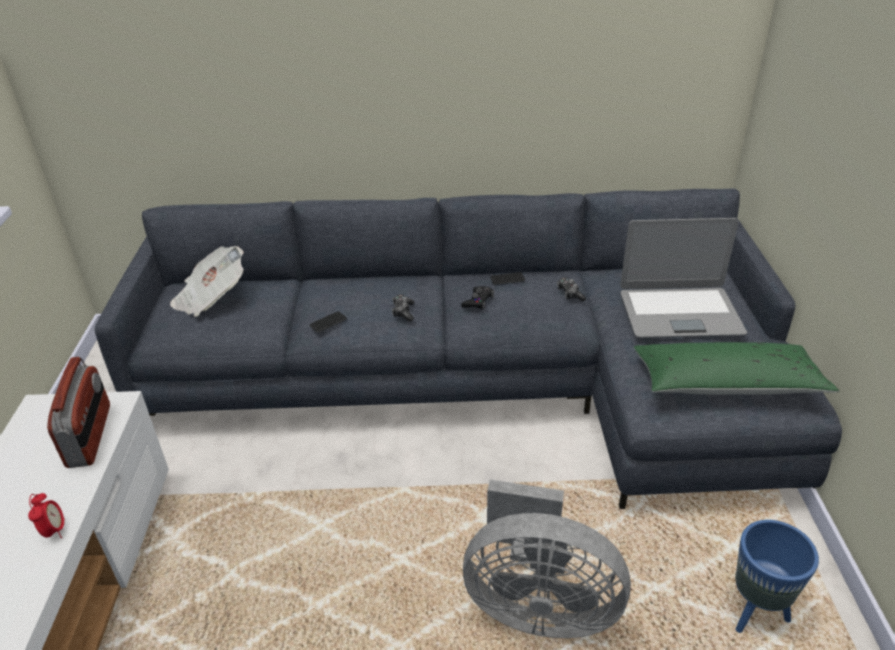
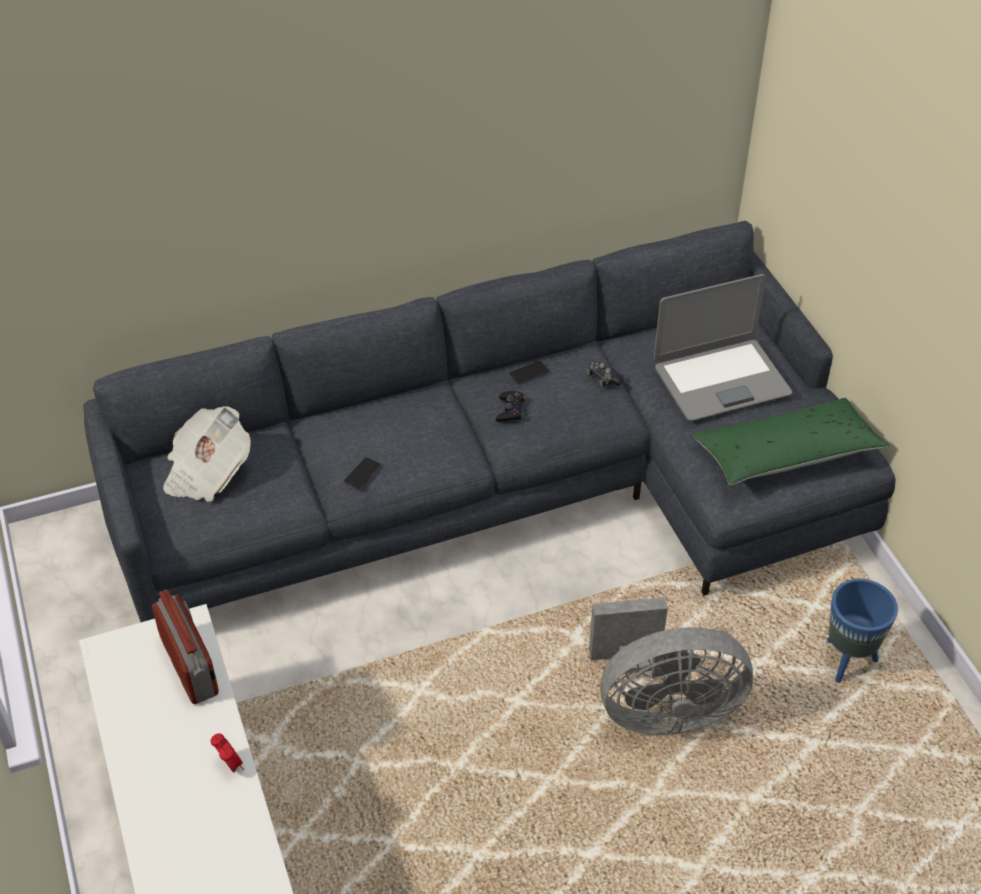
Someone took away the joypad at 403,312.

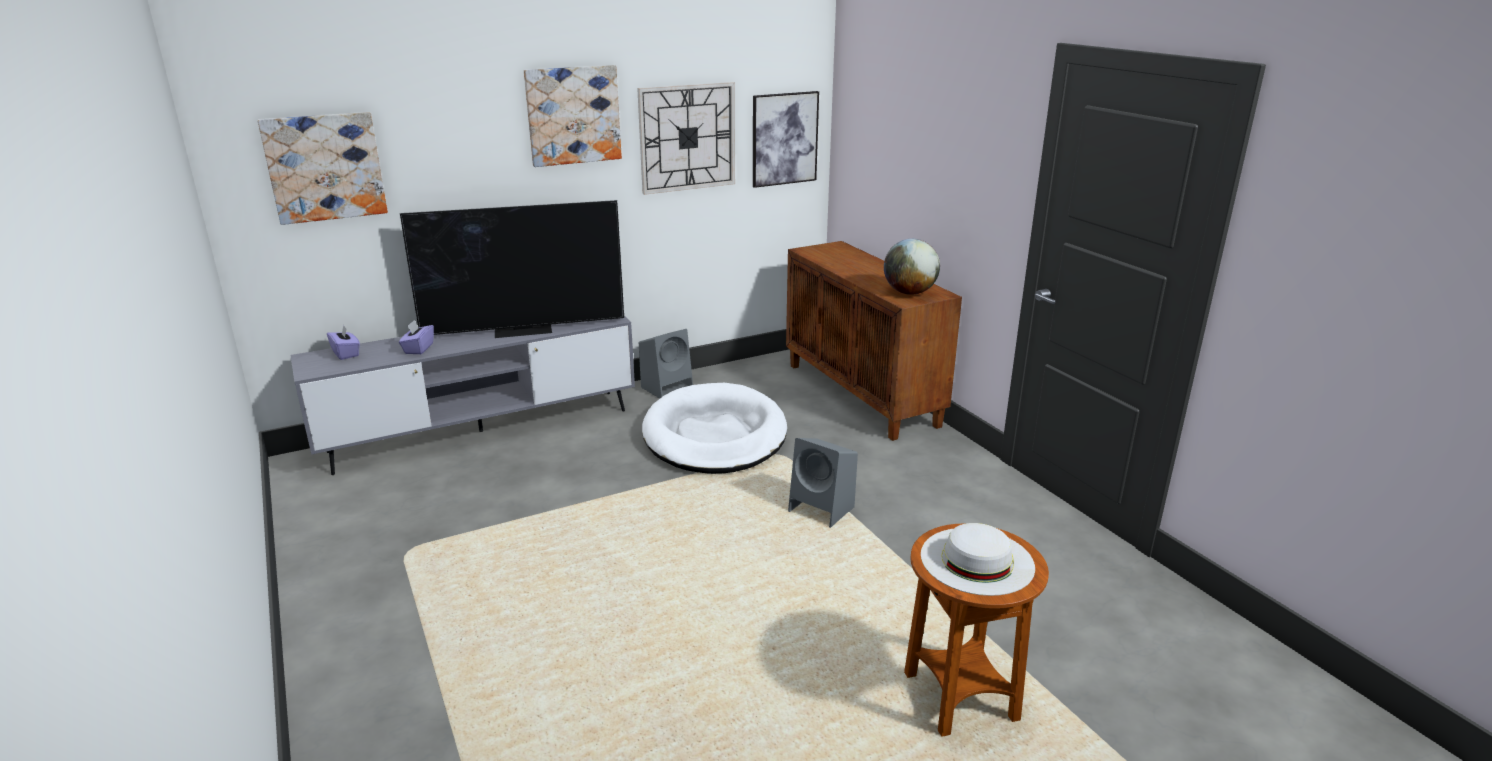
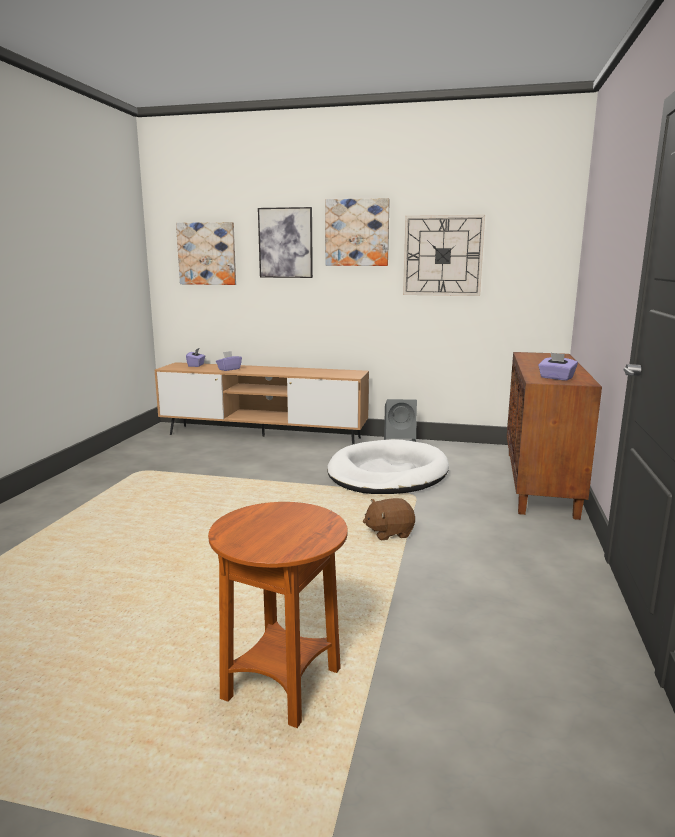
Someone carried the wall art from 784,139 to 285,243.
Someone took away the TV set at 524,329.
Someone swapped the globe at 909,292 for the tissue holder (purple) at 556,378.
Someone repainted the tv stand (greyish) at 481,431, which became the tv stand (brown-coloured) at 263,436.
Someone swapped the loudspeaker (greyish) at 823,510 for the soft toy (brown-coloured) at 389,533.
Someone took away the clothing hat (whitish) at 977,560.

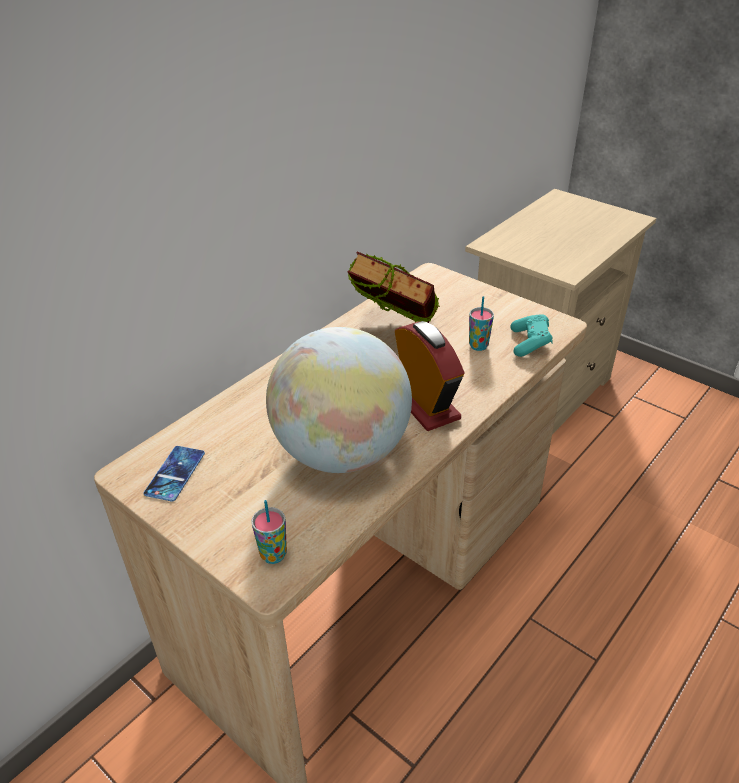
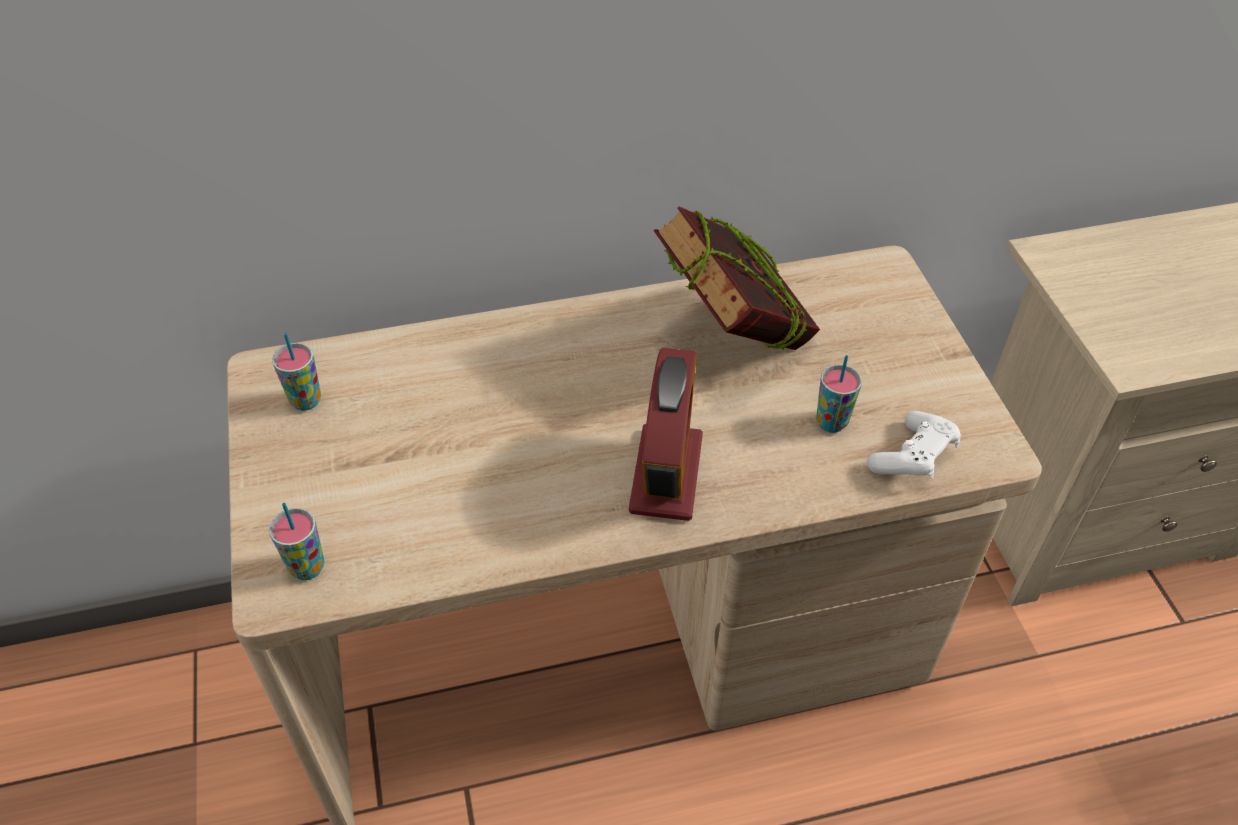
Someone repainted the joypad (turquoise-coloured) at 530,343, which became the joypad (whitish) at 913,458.
Someone took away the globe at 341,452.
Someone swapped the telephone at 175,473 for the drinking cup at 306,401.

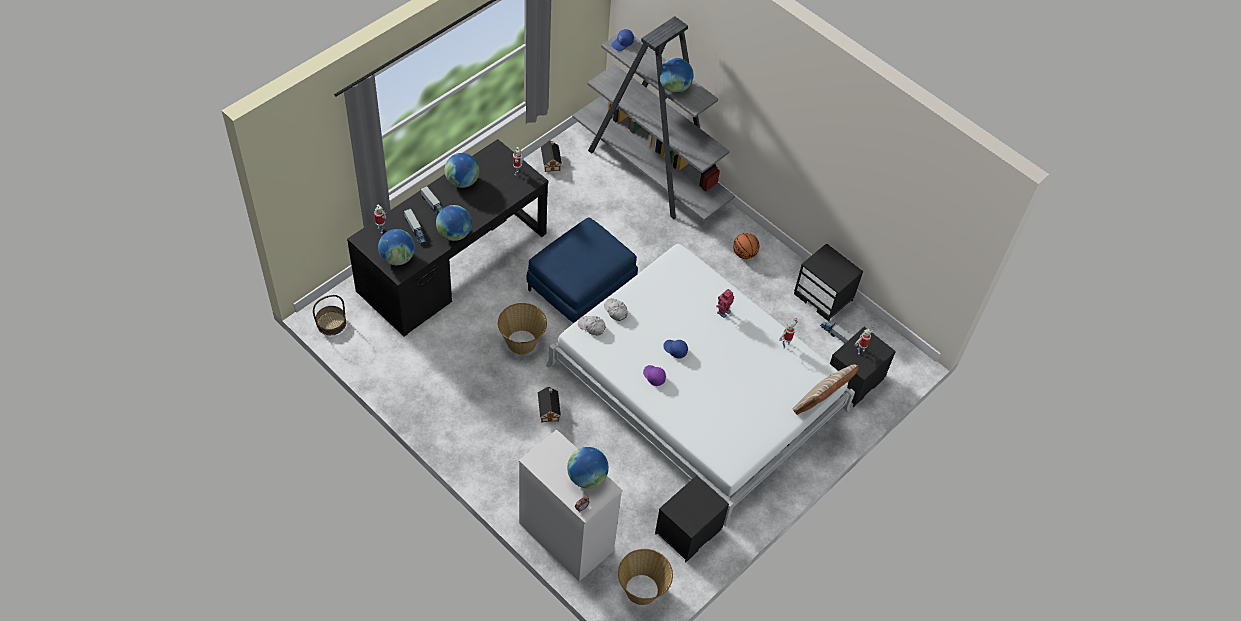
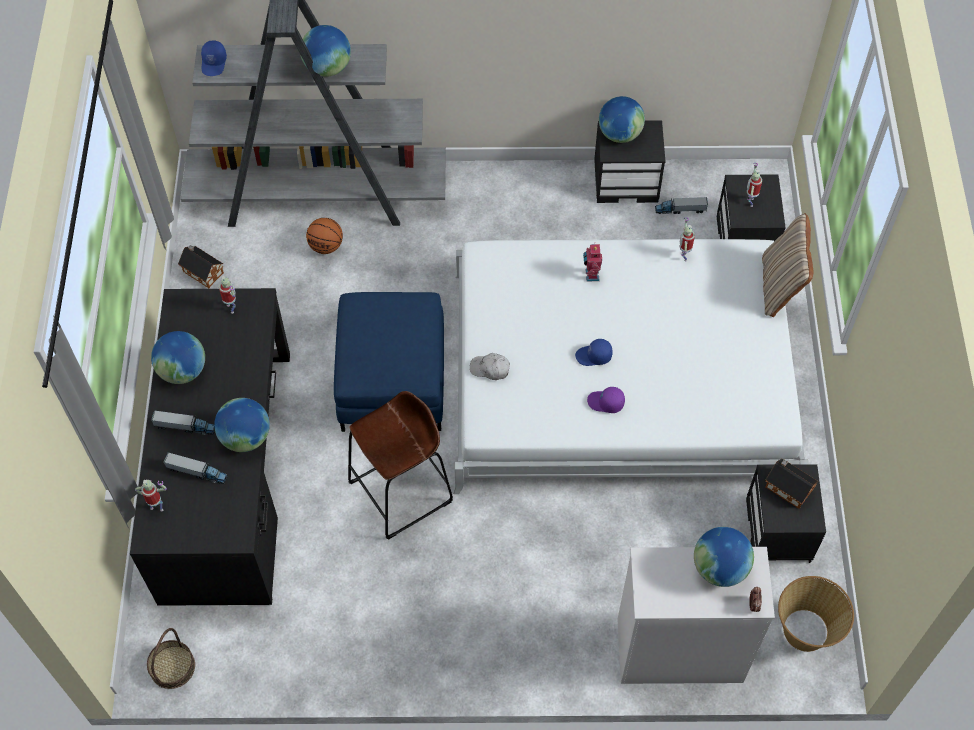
Someone carried the globe from 397,258 to 619,134.
Someone carried the basketball ball from 744,254 to 326,246.
Someone swapped the basket at 522,342 for the sitting stool (brown-coloured) at 401,492.
Someone took away the peaked cap (whitish) at 591,327.
Someone carried the model house from 549,409 to 787,487.

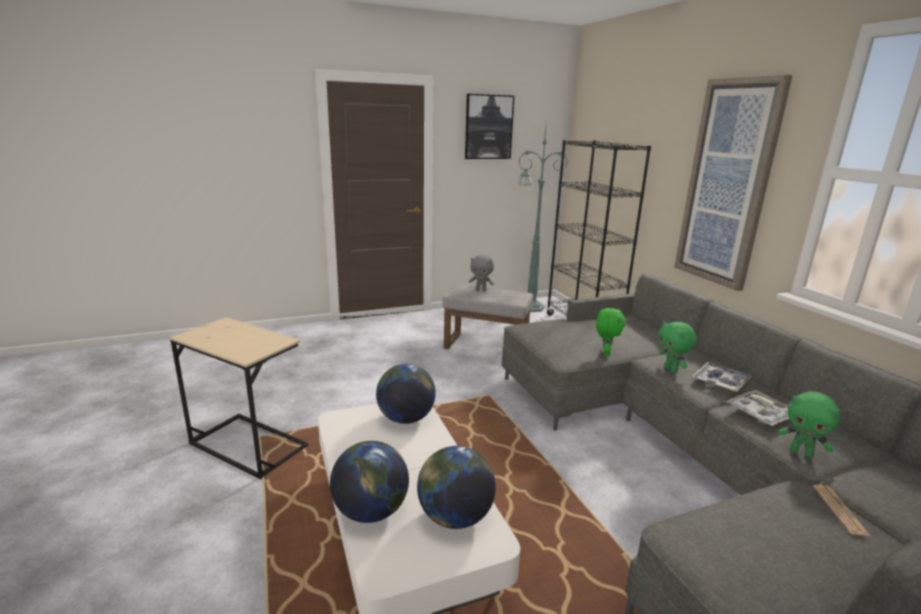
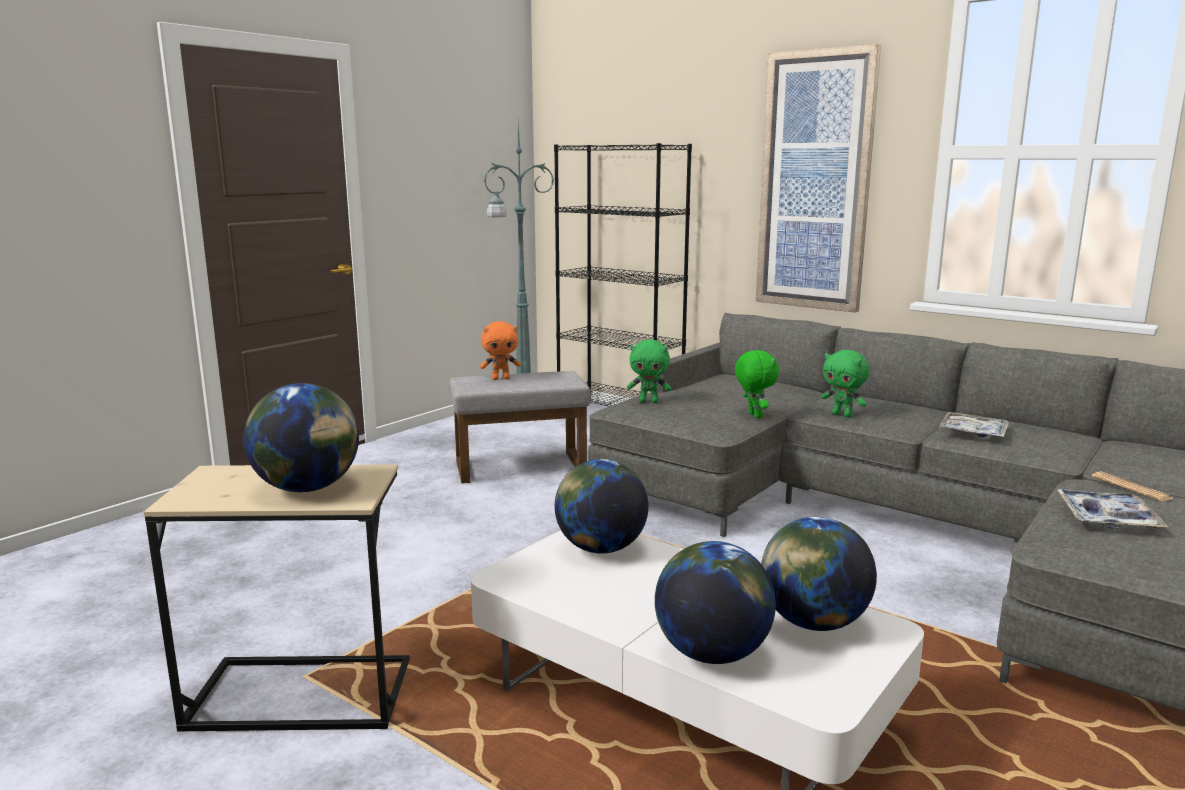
Someone took away the wall art at 488,127.
Someone repainted the soft toy (greyish) at 481,290, which became the soft toy (orange) at 501,379.
Someone carried the tray from 720,382 to 1107,518.
Someone carried the soft toy (green-coloured) from 801,453 to 649,402.
Someone put down the globe at 308,488.

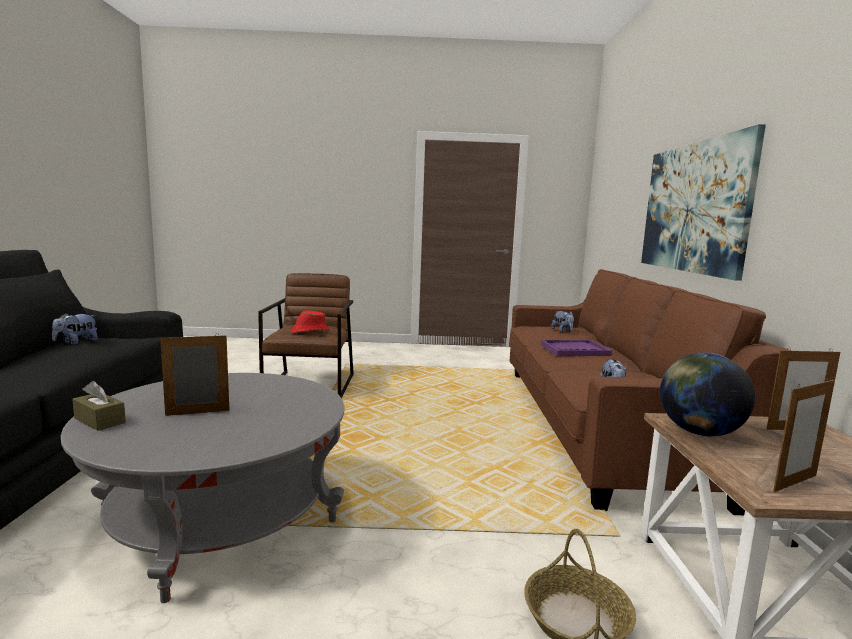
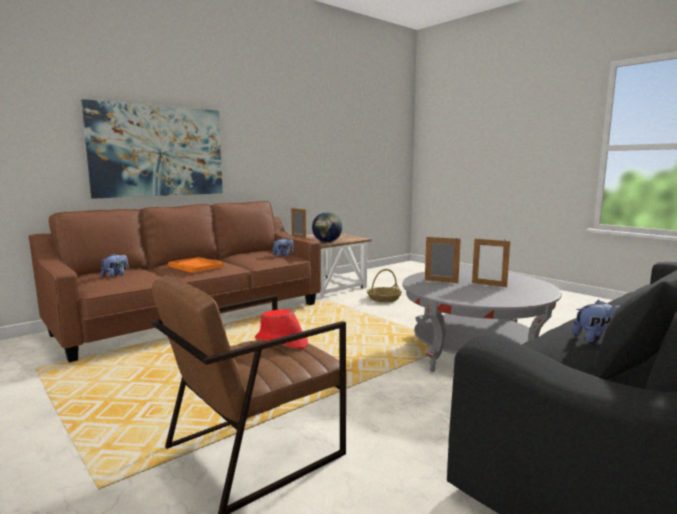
Someone repainted the tray (purple) at 574,350, which became the tray (orange) at 196,266.
Someone carried the picture frame from 795,483 to 441,281.
Someone took away the tissue holder (brown-coloured) at 99,420.

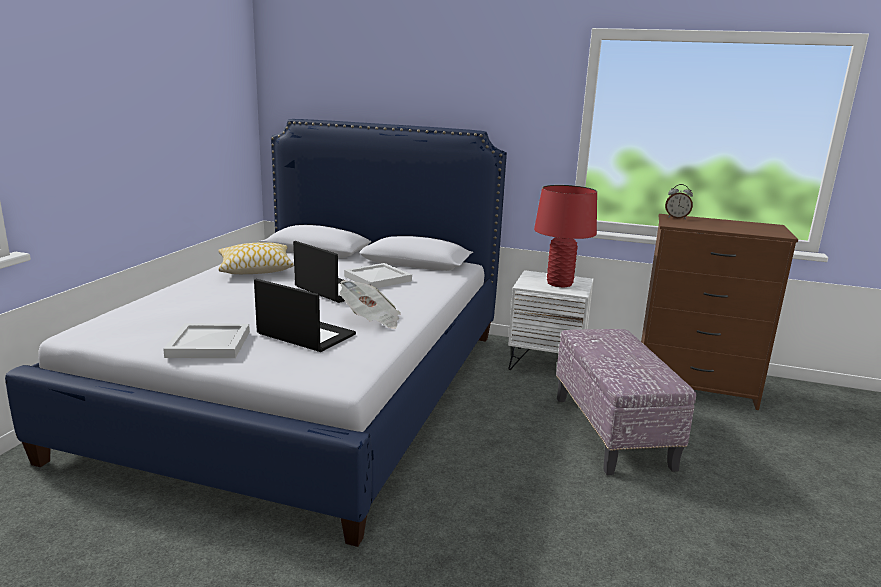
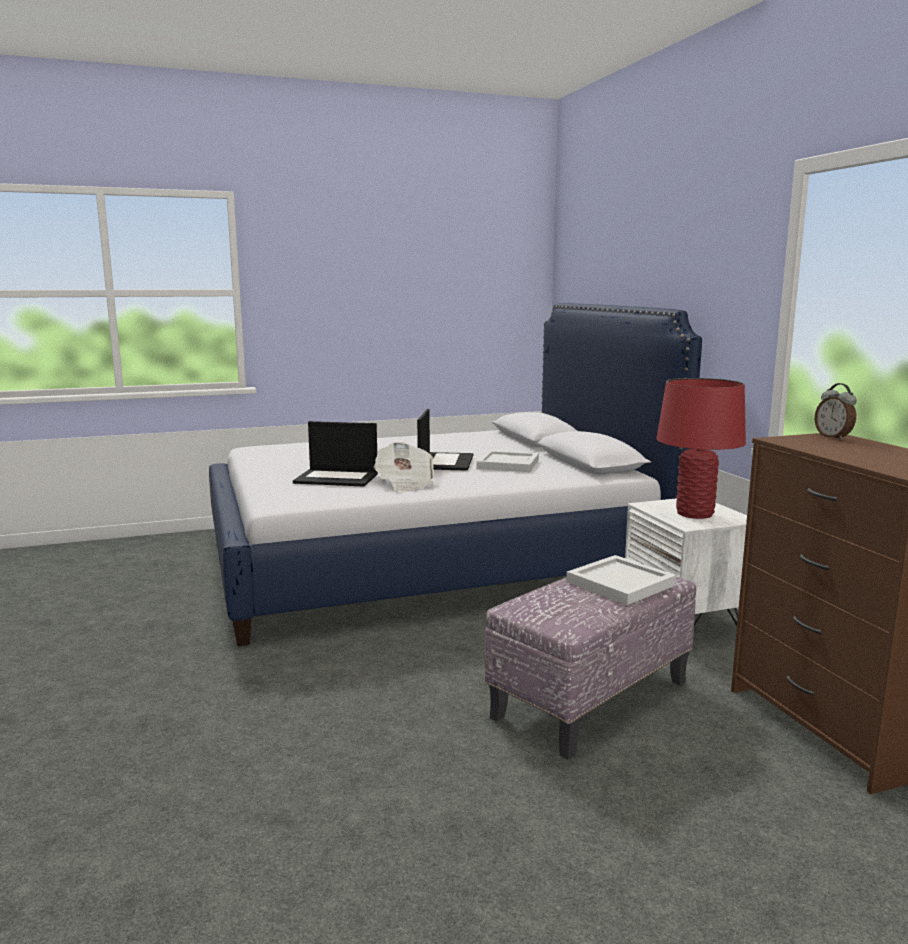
Someone took away the pillow at 255,269.
Someone rotated the portable computer at 305,334 by 105 degrees clockwise.
Someone carried the tray (whitish) from 208,344 to 620,583.

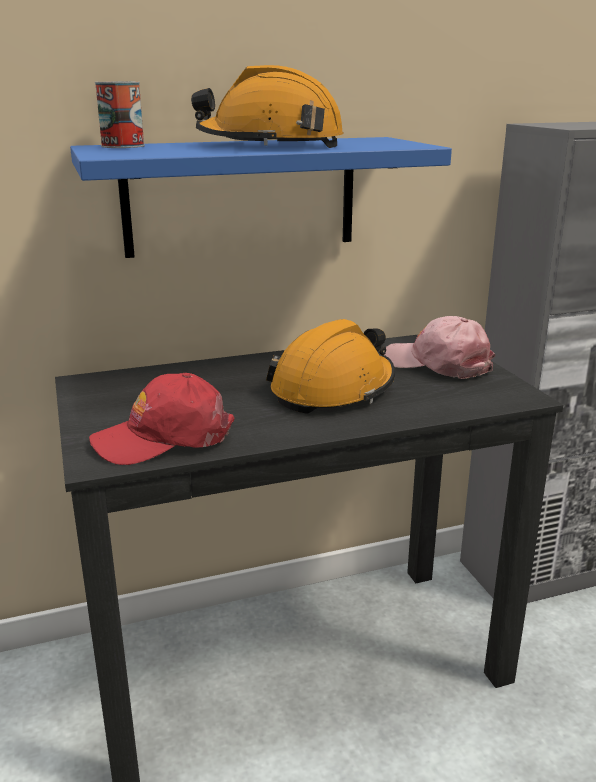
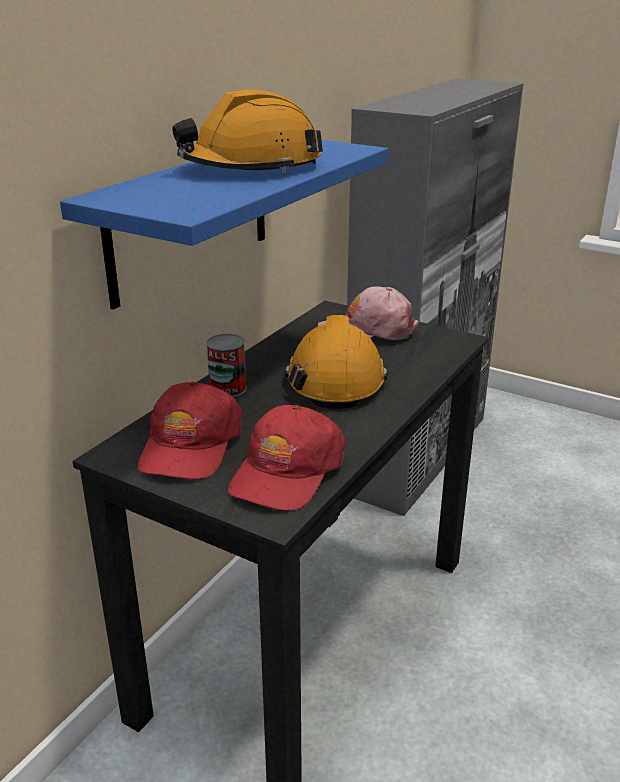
Someone carried the metal can from 123,146 to 228,388.
Someone put down the peaked cap (red-coloured) at 190,446.

